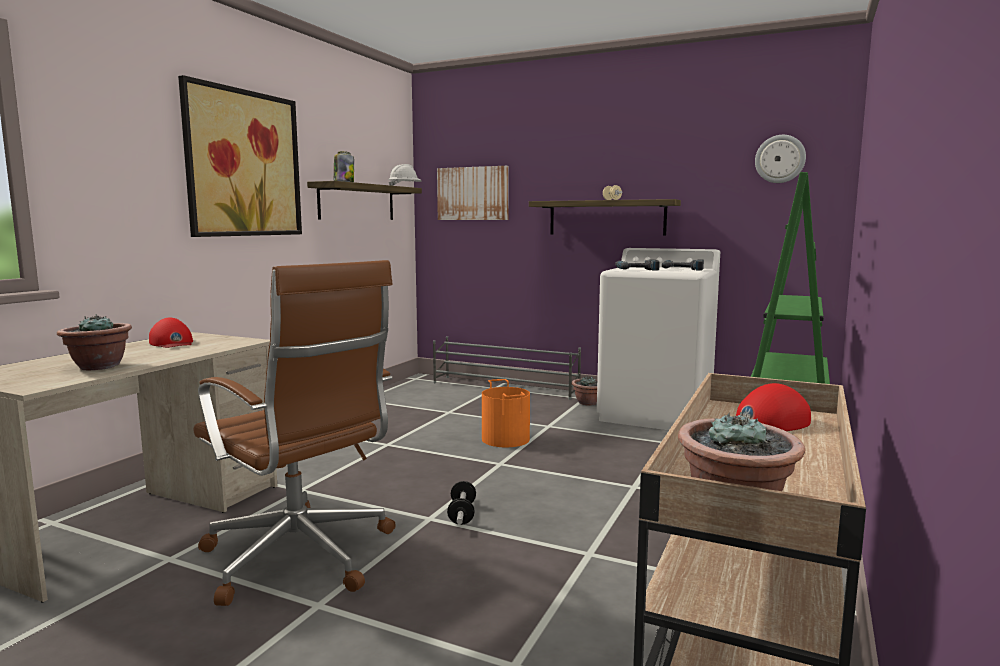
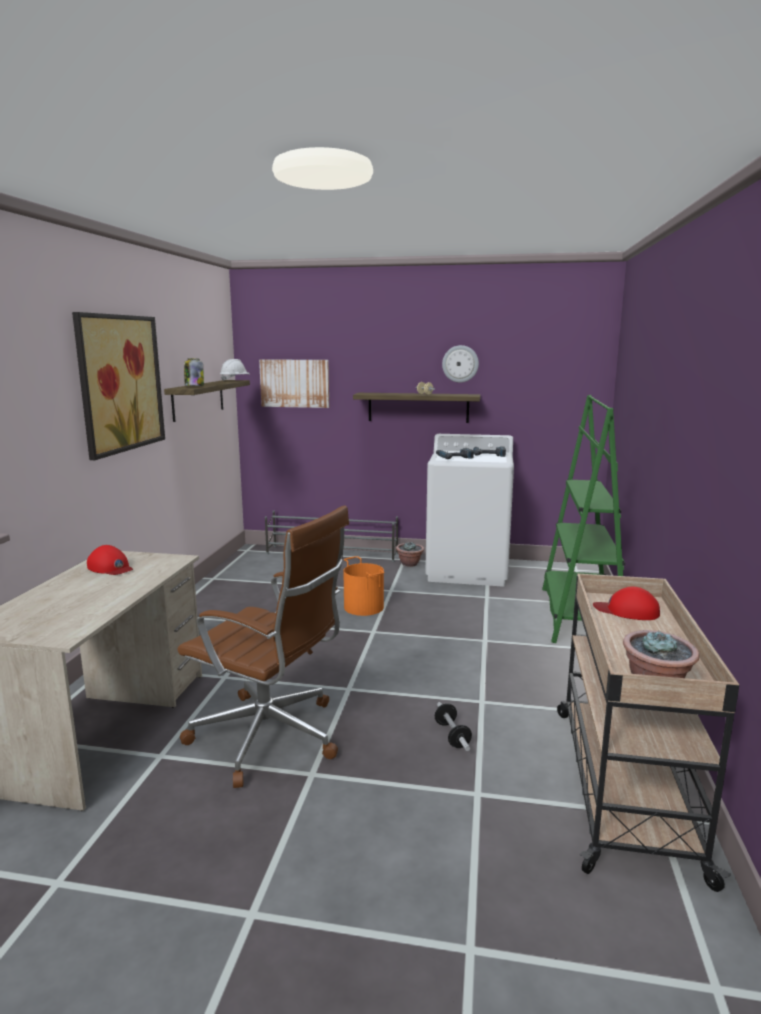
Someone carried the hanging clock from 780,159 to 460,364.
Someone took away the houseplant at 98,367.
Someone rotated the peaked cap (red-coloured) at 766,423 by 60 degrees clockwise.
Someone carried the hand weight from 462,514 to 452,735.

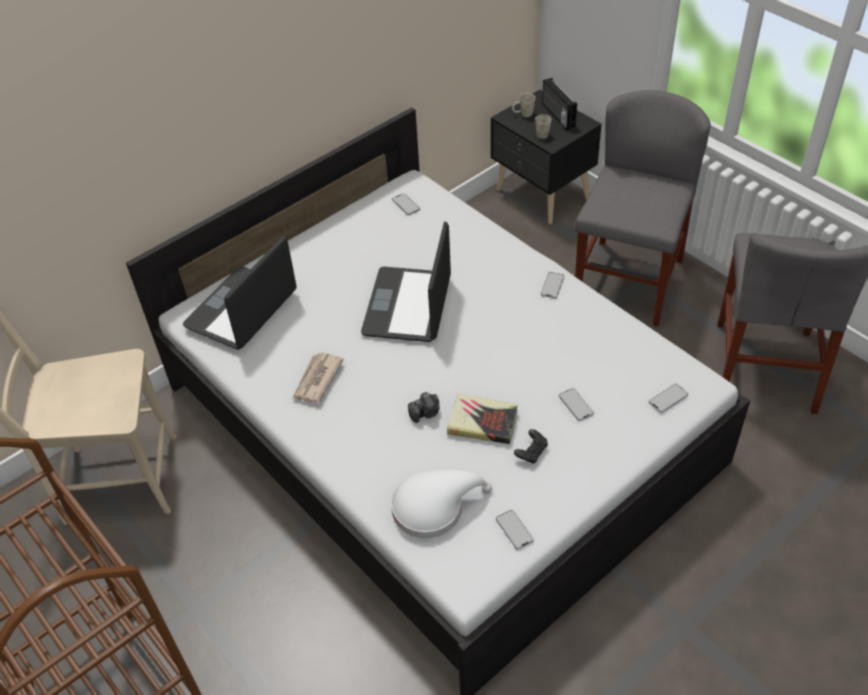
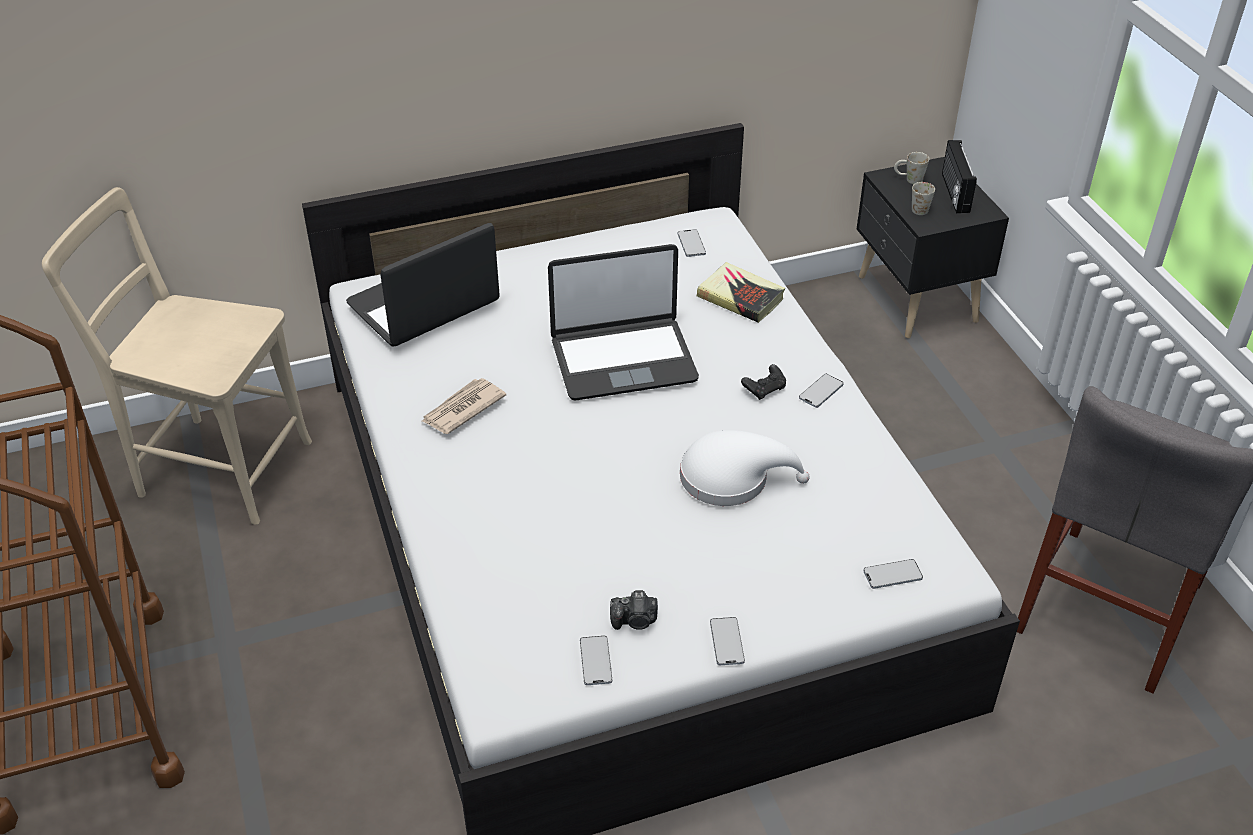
Someone took away the chair (greyish) at 628,282.
Someone rotated the portable computer at 408,306 by 135 degrees counterclockwise.
Someone carried the telephone from 575,405 to 727,642.
Someone carried the still camera from 426,413 to 635,621.
Someone carried the volume from 482,422 to 740,297.
Someone carried the joypad (black) from 531,452 to 764,389.
Someone carried the clothing hat (whitish) from 433,507 to 732,477.

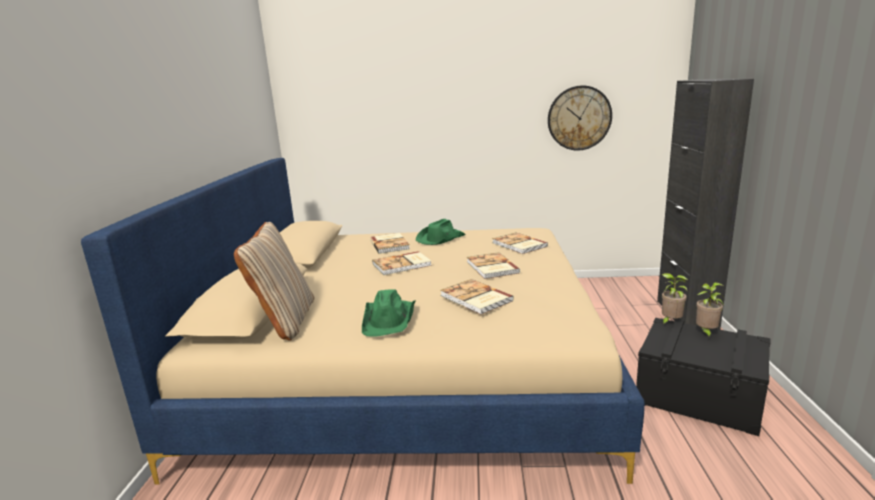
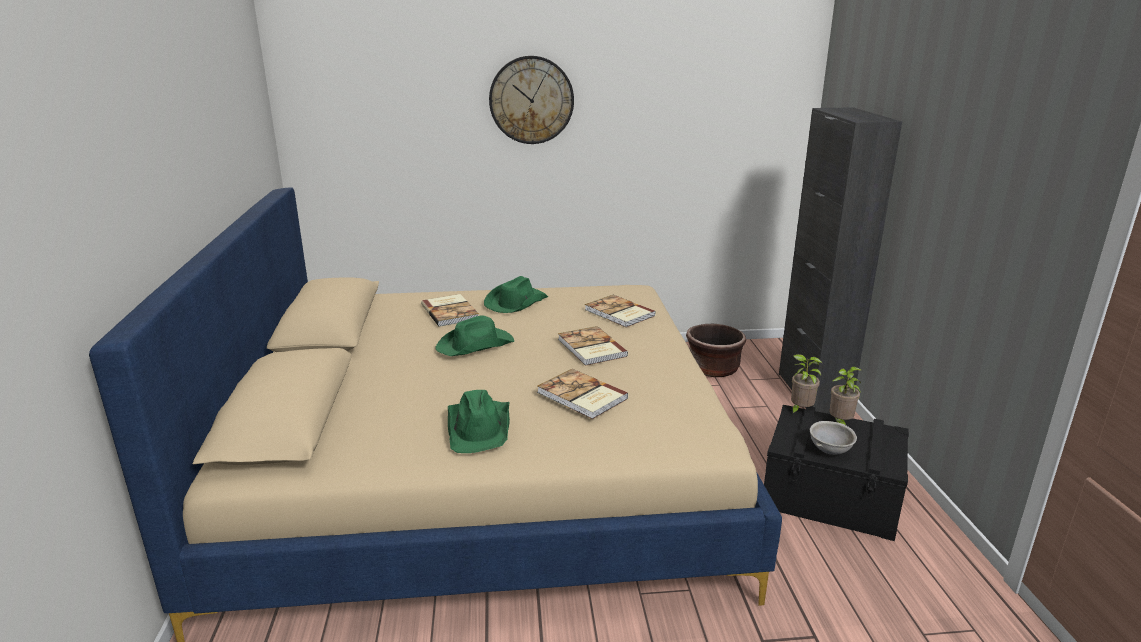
Someone carried the hanging clock from 579,118 to 531,100.
Someone took away the pillow (sand-coloured) at 285,320.
Someone swapped the volume at 402,265 for the clothing hat (green-coloured) at 476,345.
Someone put down the planter (brown-coloured) at 713,369.
Someone put down the deep dish (greyish) at 830,451.

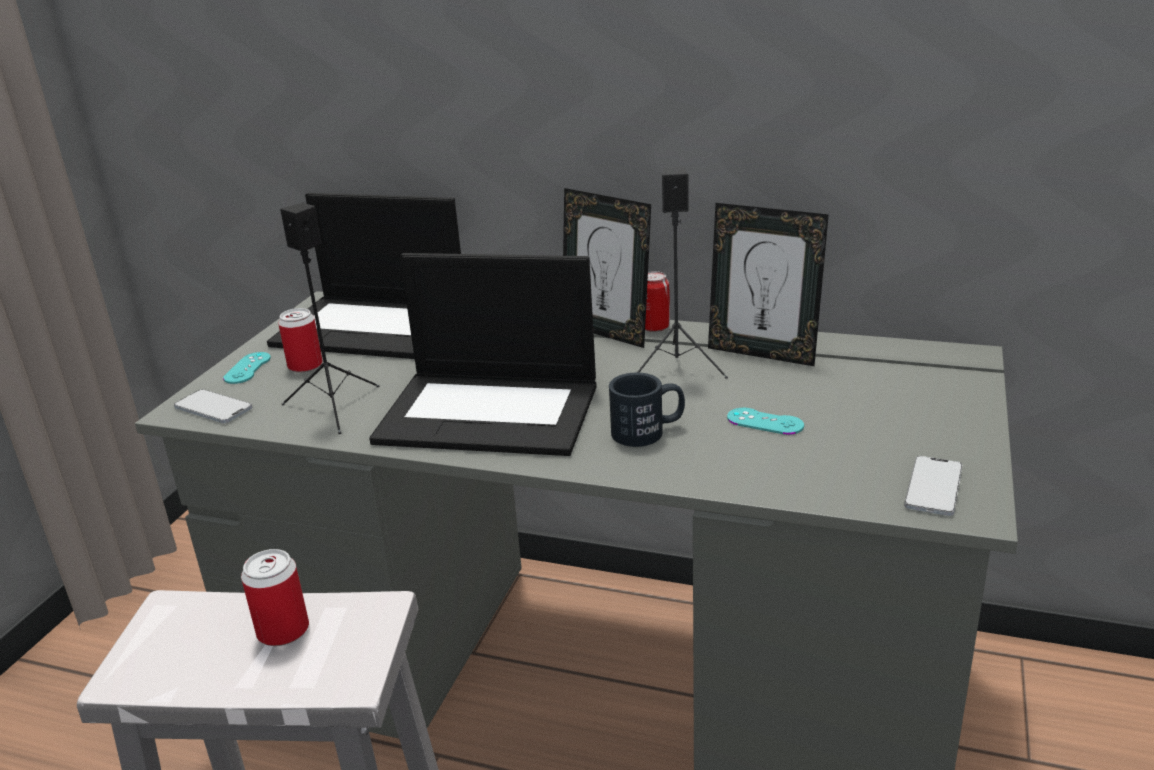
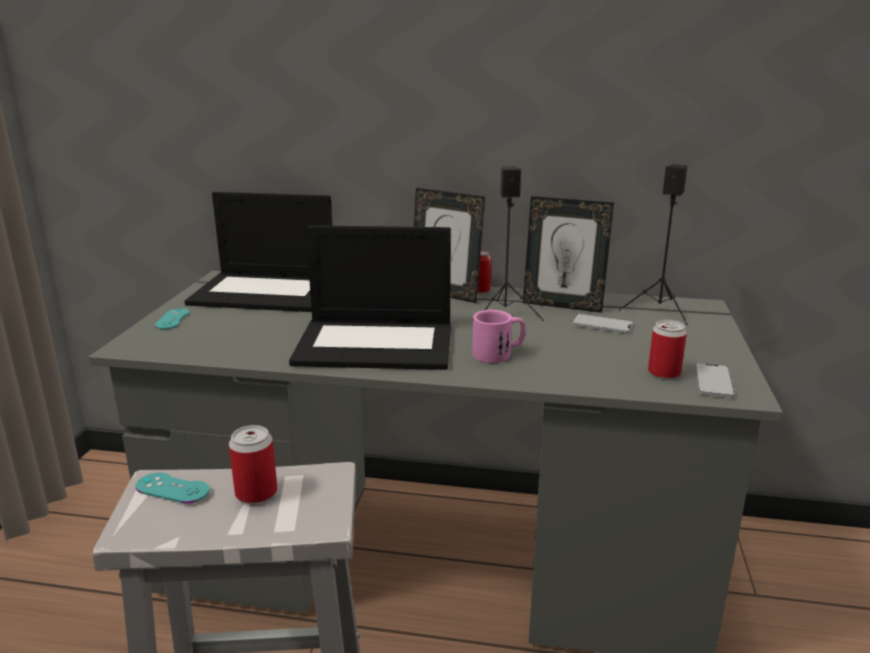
Someone carried the loudspeaker (black) from 334,408 to 659,311.
Someone carried the metal can from 305,366 to 664,373.
Someone repainted the mug (black) at 648,431, which became the mug (pink) at 499,353.
Someone carried the telephone from 213,408 to 601,325.
Someone carried the joypad (turquoise-coloured) from 765,422 to 172,488.

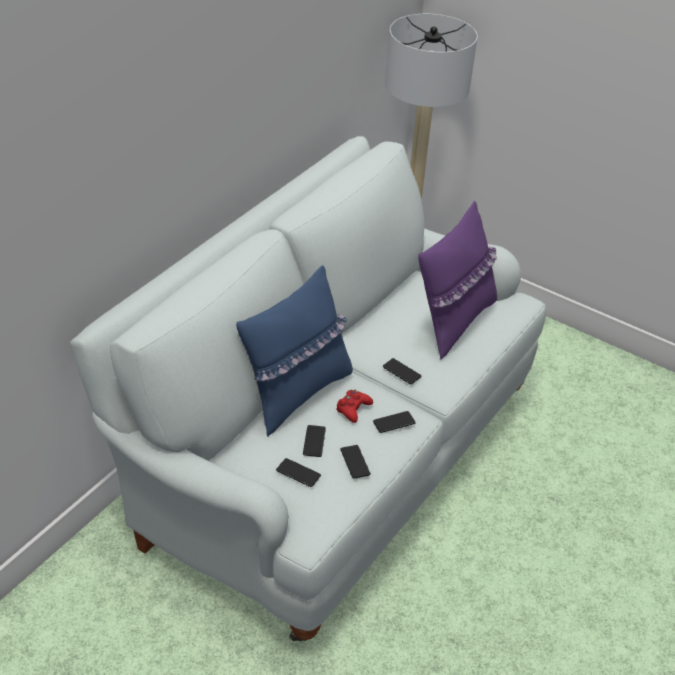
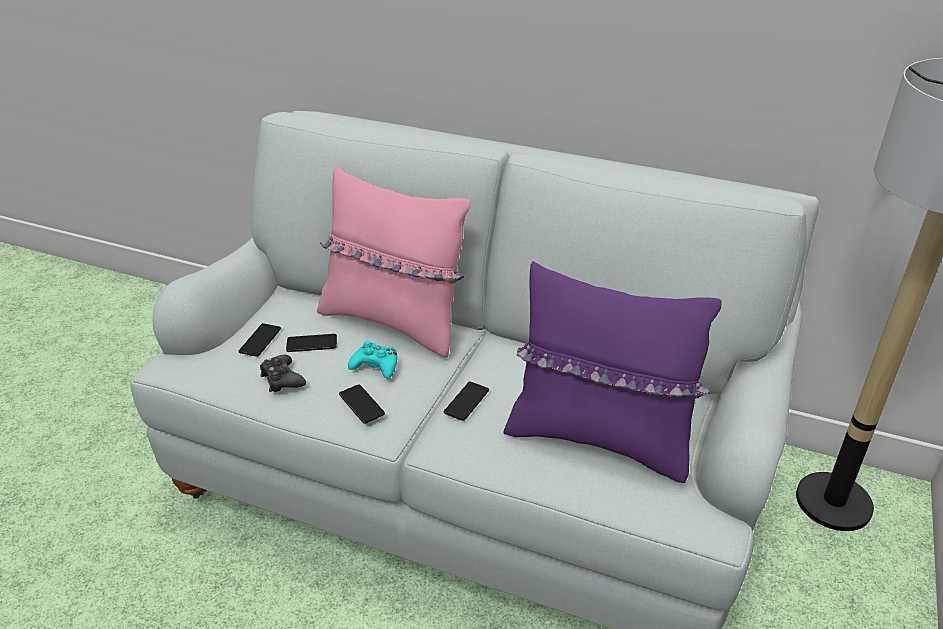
Someone repainted the pillow (blue-coloured) at 296,393, which became the pillow (pink) at 394,322.
Someone repainted the joypad (red-coloured) at 353,409, which became the joypad (turquoise-coloured) at 376,366.
Someone swapped the telephone at 355,462 for the joypad (black) at 282,379.

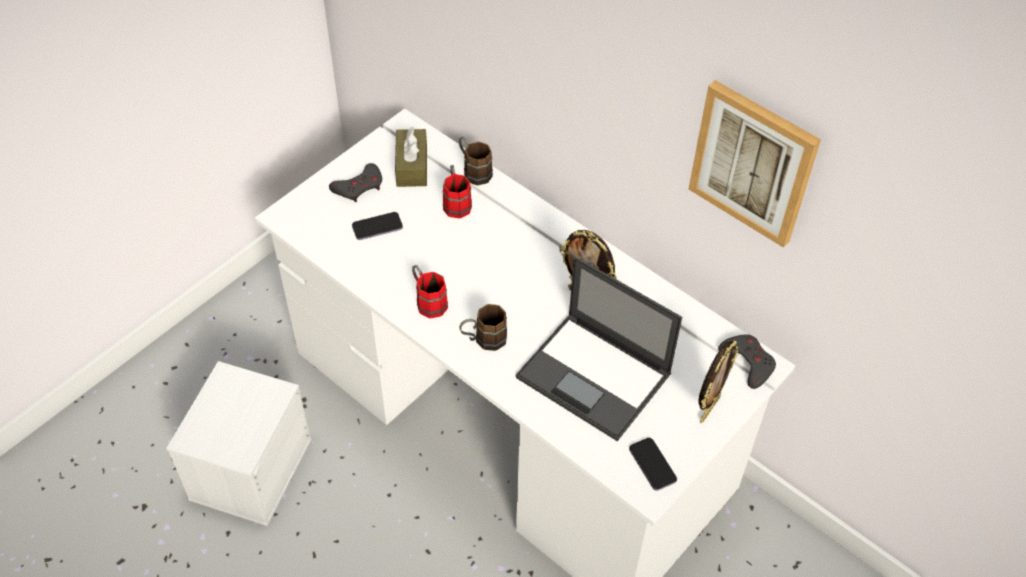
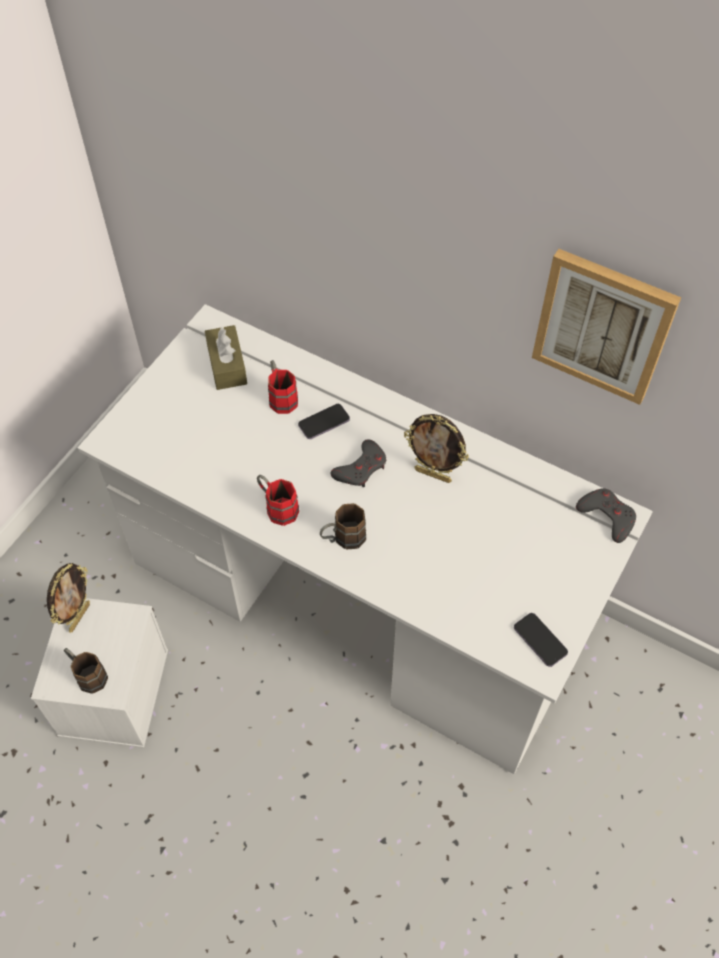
Someone carried the mug (brown-coloured) from 473,171 to 87,674.
Someone carried the joypad (greyish) from 359,187 to 361,468.
Someone carried the telephone from 377,227 to 324,422.
Someone took away the portable computer at 595,376.
Someone carried the picture frame from 708,408 to 79,617.

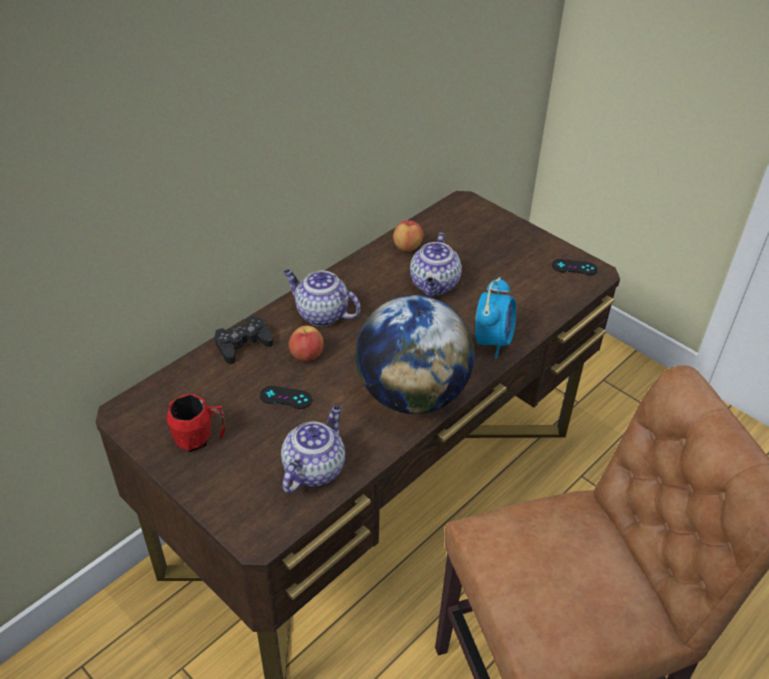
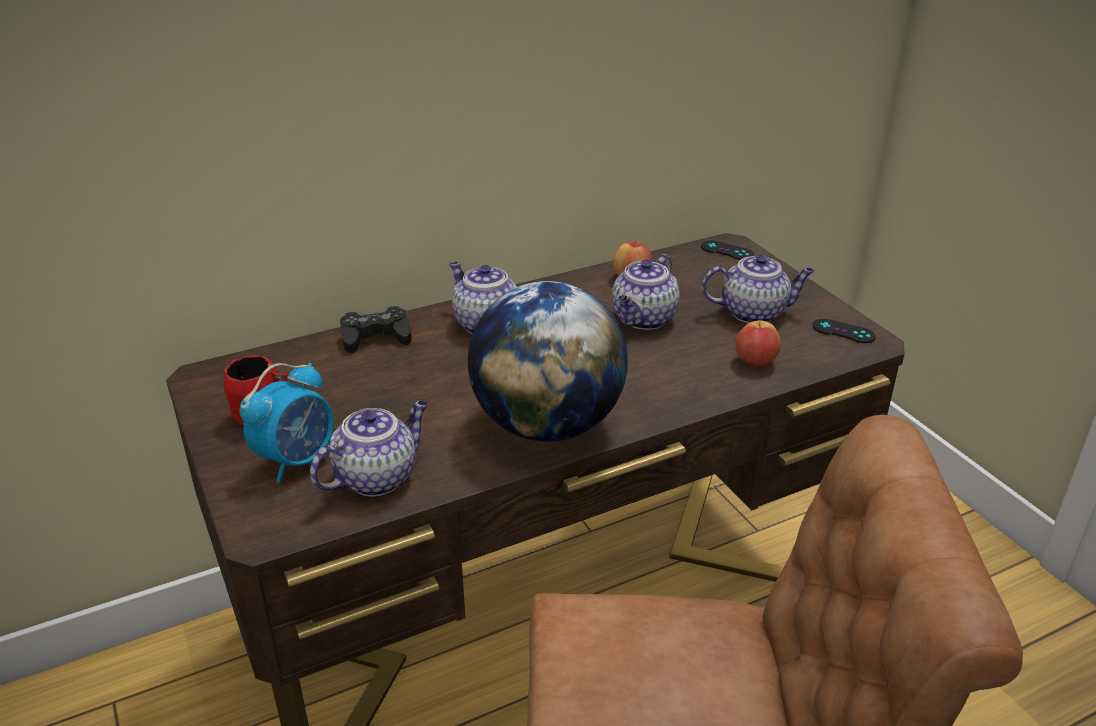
Someone carried the alarm clock from 493,341 to 297,459.
Someone carried the apple fruit from 307,355 to 755,361.
Someone carried the joypad (black) from 286,397 to 727,251.
Someone put down the teapot at 754,312.

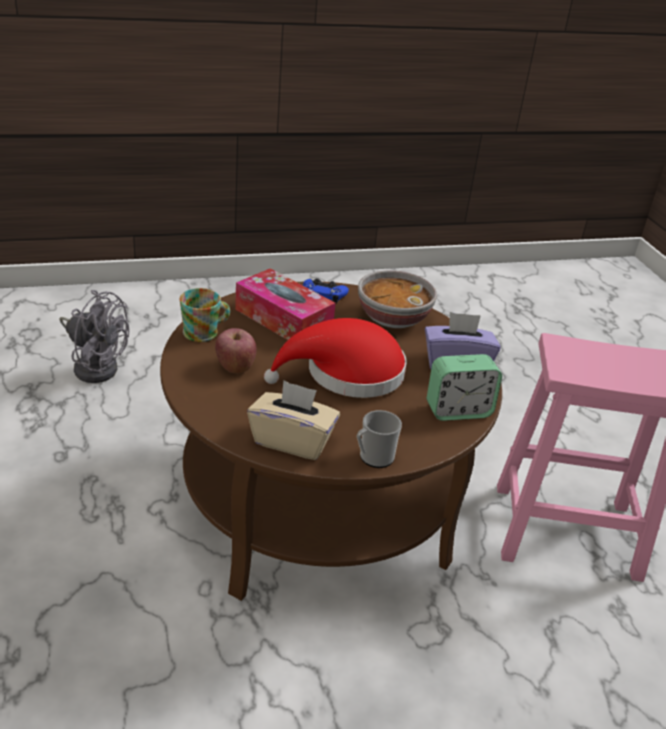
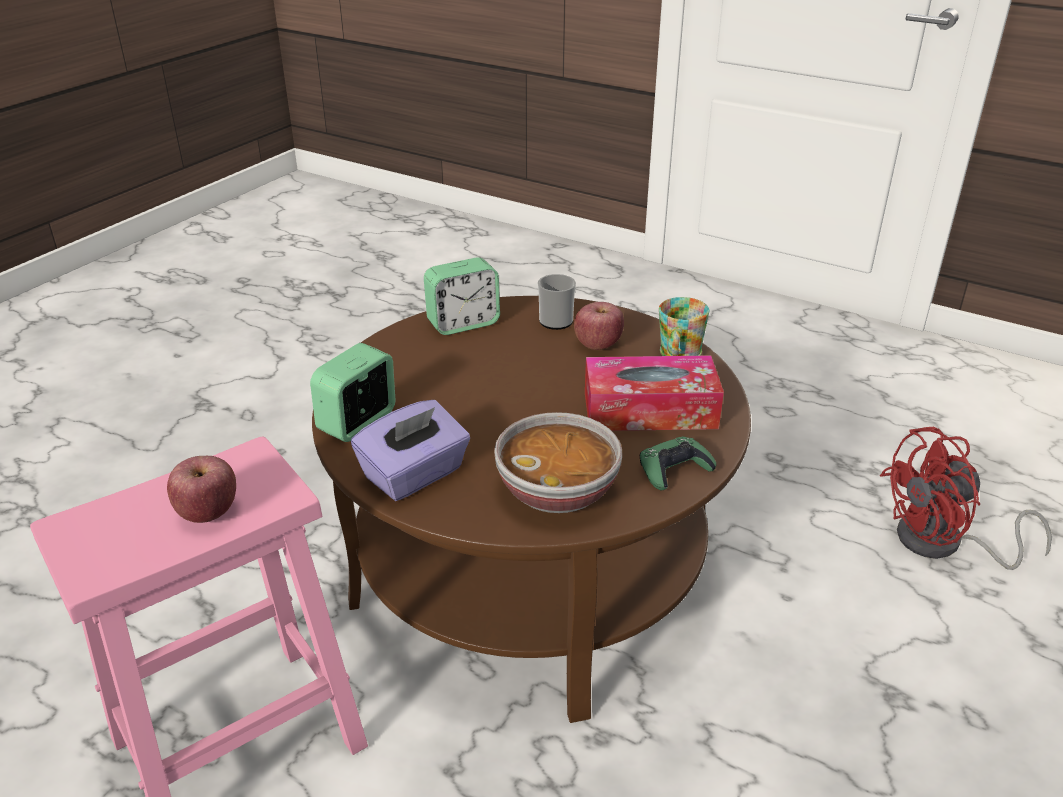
Someone repainted the joypad (blue-coloured) at 323,295, which became the joypad (green-coloured) at 674,469.
Someone repainted the electric fan (greyish) at 95,365, which became the electric fan (red-coloured) at 943,544.
Someone took away the clothing hat (red-coloured) at 347,374.
Someone swapped the tissue holder (sand-coloured) at 292,440 for the alarm clock at 463,323.
Someone carried the mug from 373,458 to 557,319.
Someone put down the apple fruit at 208,512.

